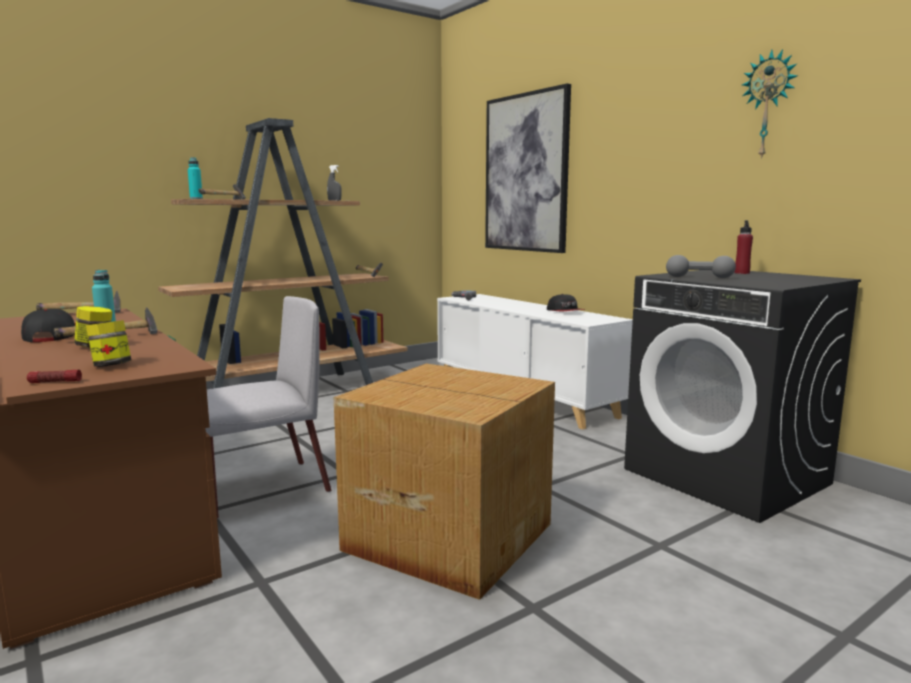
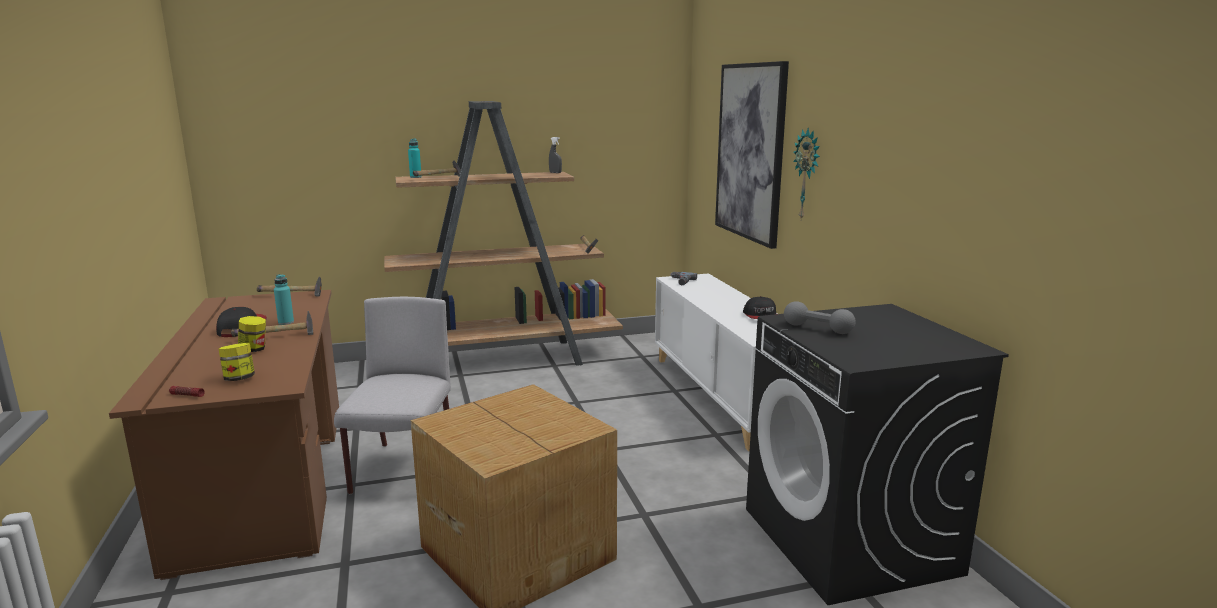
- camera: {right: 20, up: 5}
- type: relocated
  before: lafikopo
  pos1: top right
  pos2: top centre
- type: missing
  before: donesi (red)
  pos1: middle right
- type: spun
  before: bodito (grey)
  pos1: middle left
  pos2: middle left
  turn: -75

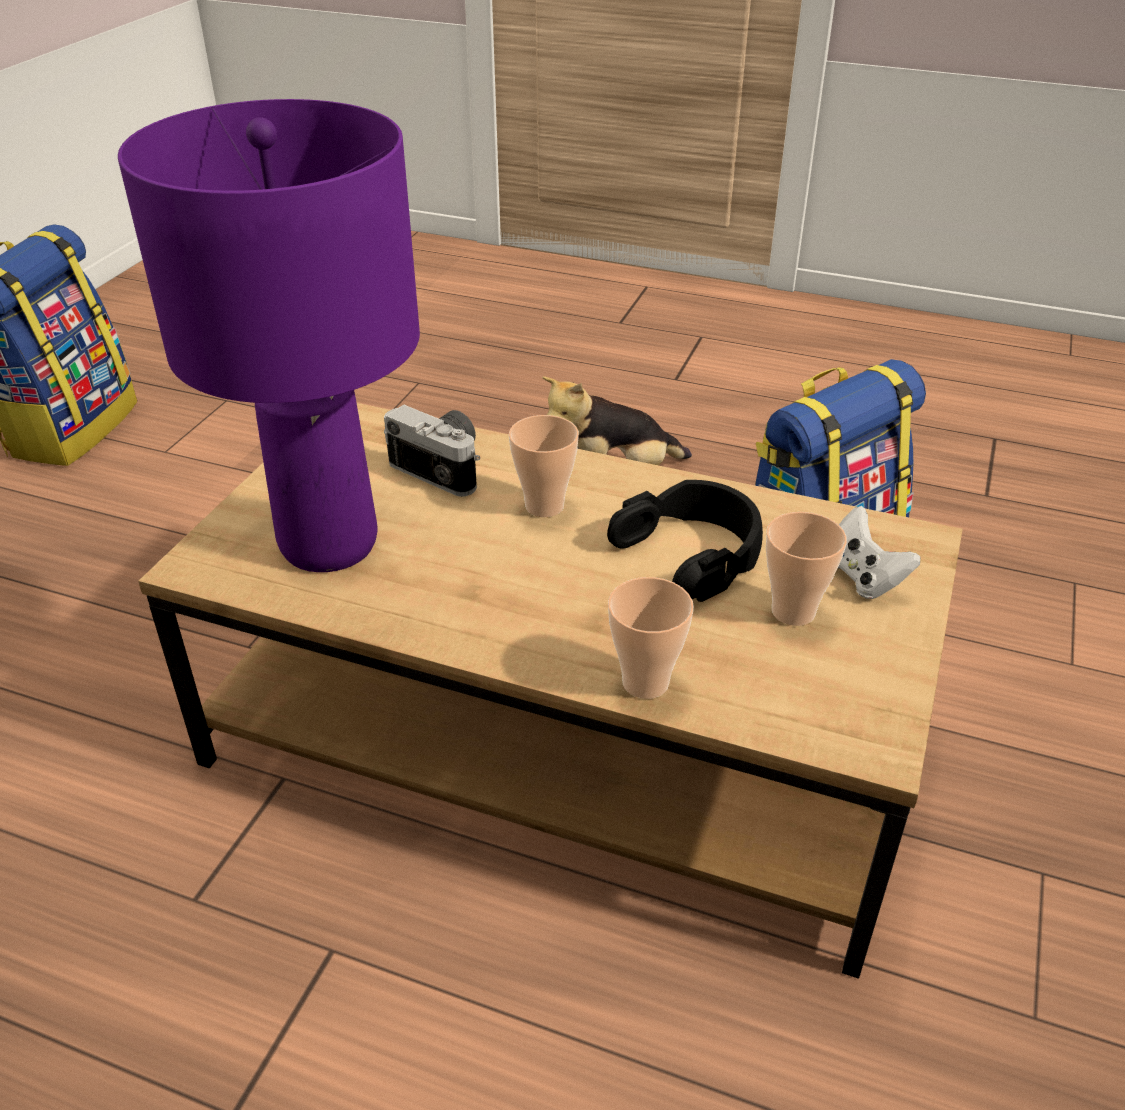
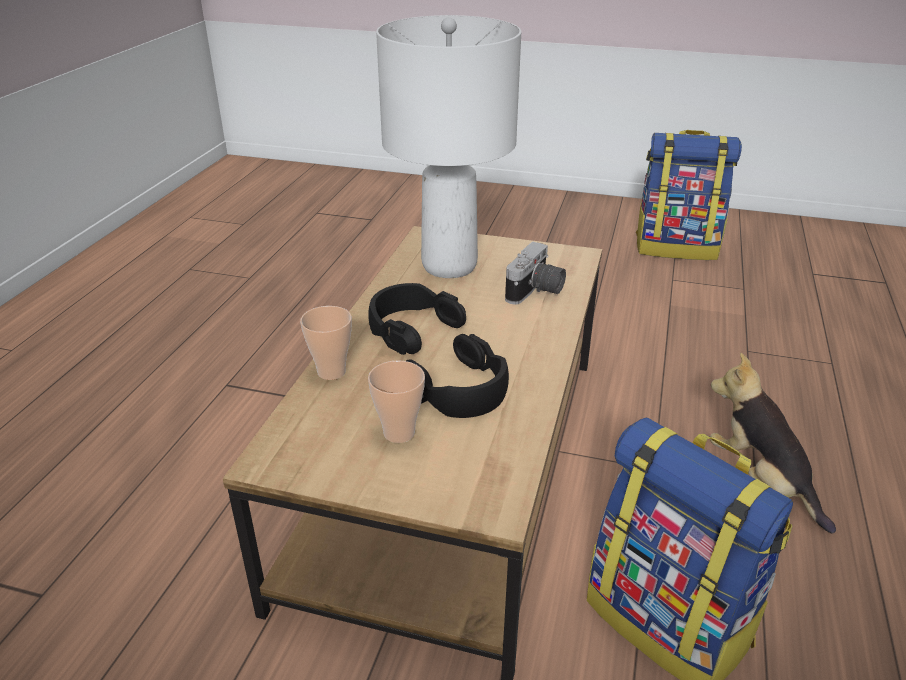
- camera: {right: 85, up: -5}
- type: colour
  before: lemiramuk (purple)
  after: lemiramuk (white)
  pos1: top left
  pos2: top centre
- type: missing
  before: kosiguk (no. 1 from left)
  pos1: centre
- type: missing
  before: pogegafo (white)
  pos1: middle right
- type: appeared
  after: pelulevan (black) (no. 1 from left)
  pos2: centre

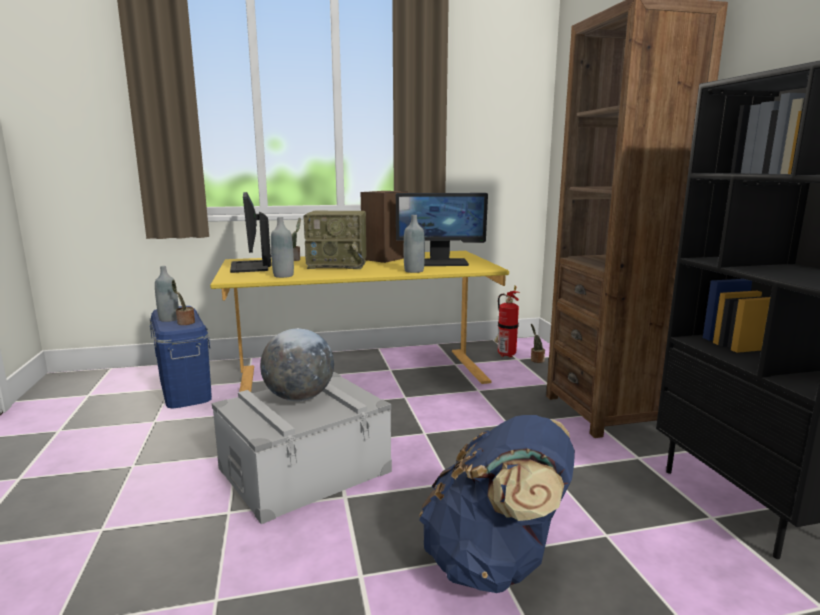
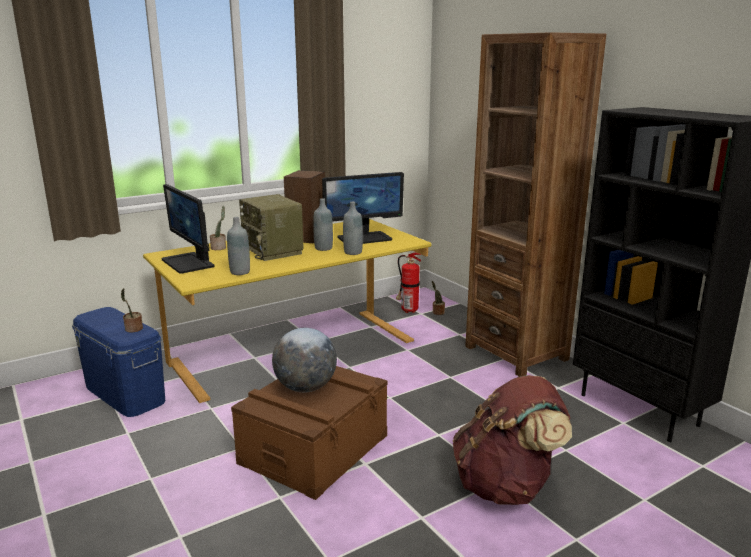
- camera: {right: -20, up: 5}
- type: spun
  before: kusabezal
  pos1: centre
  pos2: centre
  turn: 75
- type: relocated
  before: donesi (grey) (no. 1 from left in the first image)
  after: donesi (grey) (no. 2 from left)
  pos1: middle left
  pos2: centre
- type: colour
  before: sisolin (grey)
  after: sisolin (brown)
  pos1: bottom centre
  pos2: bottom centre
- type: colour
  before: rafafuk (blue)
  after: rafafuk (brown)
  pos1: bottom centre
  pos2: bottom right

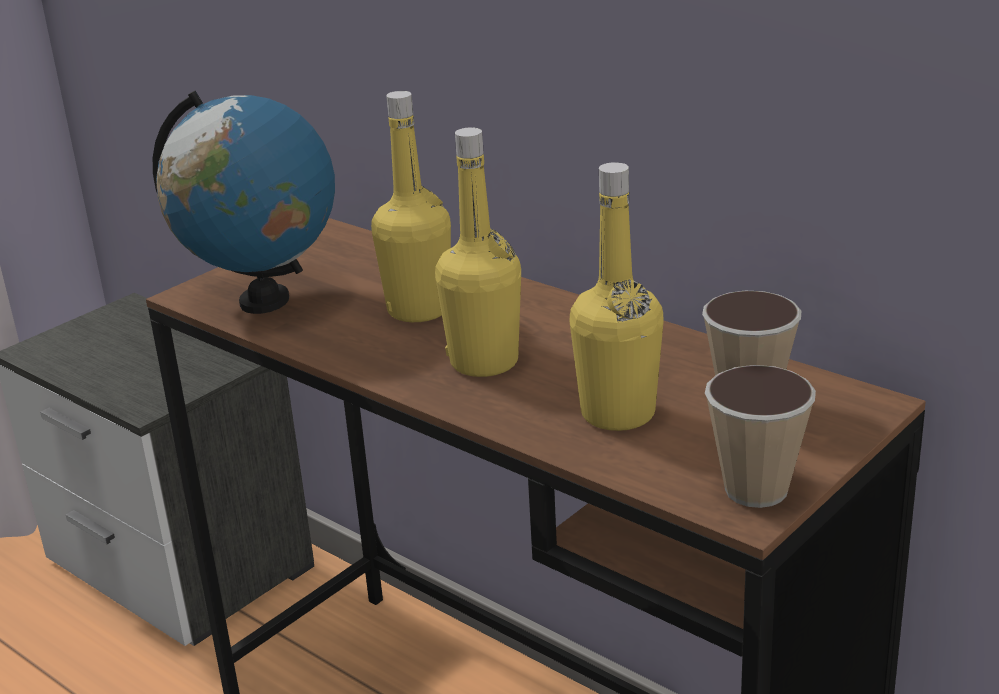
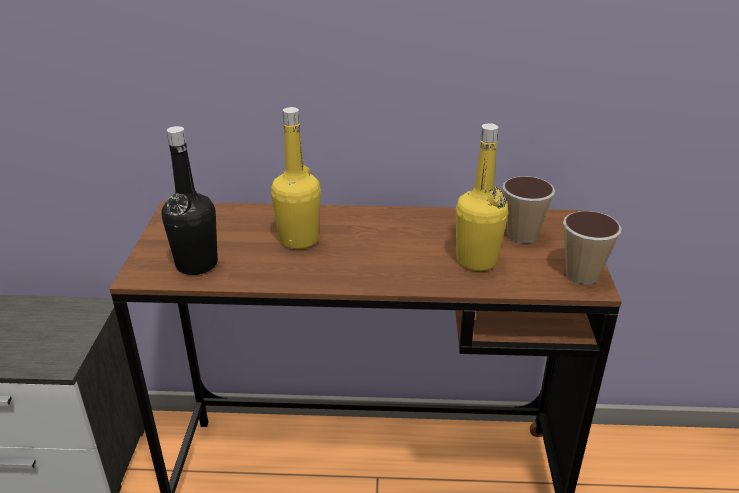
- camera: {right: -40, up: 5}
- type: exchanged
  before: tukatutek
  after: donesi (black)
  pos1: top left
  pos2: middle left
- type: missing
  before: donesi (yellow) (no. 2 from left)
  pos1: centre

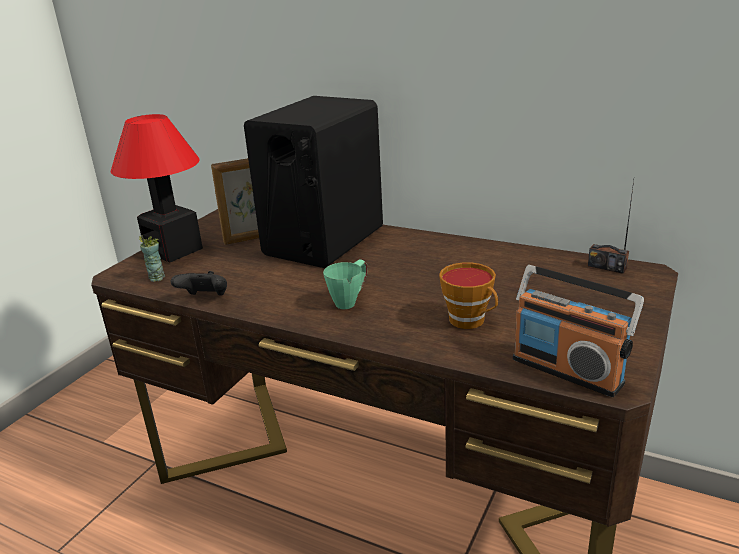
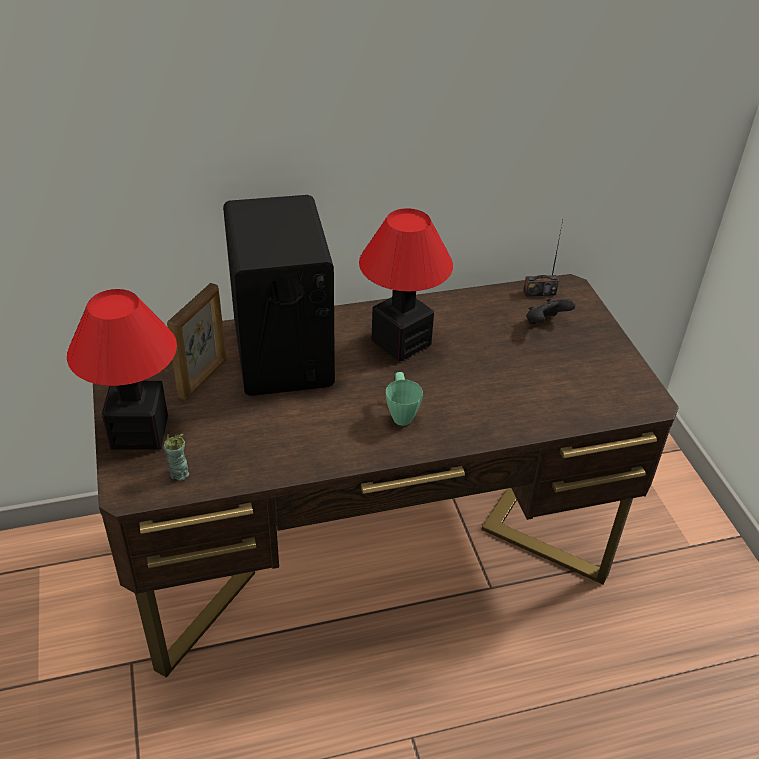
- camera: {right: -45, up: 15}
- type: missing
  before: kosiguk (no. 2 from left)
  pos1: centre
- type: missing
  before: kusabezal (no. 1 from left)
  pos1: middle right
- type: relocated
  before: pogegafo (black)
  pos1: middle left
  pos2: middle right
- type: appeared
  after: lemiramuk (no. 2 from left)
  pos2: centre

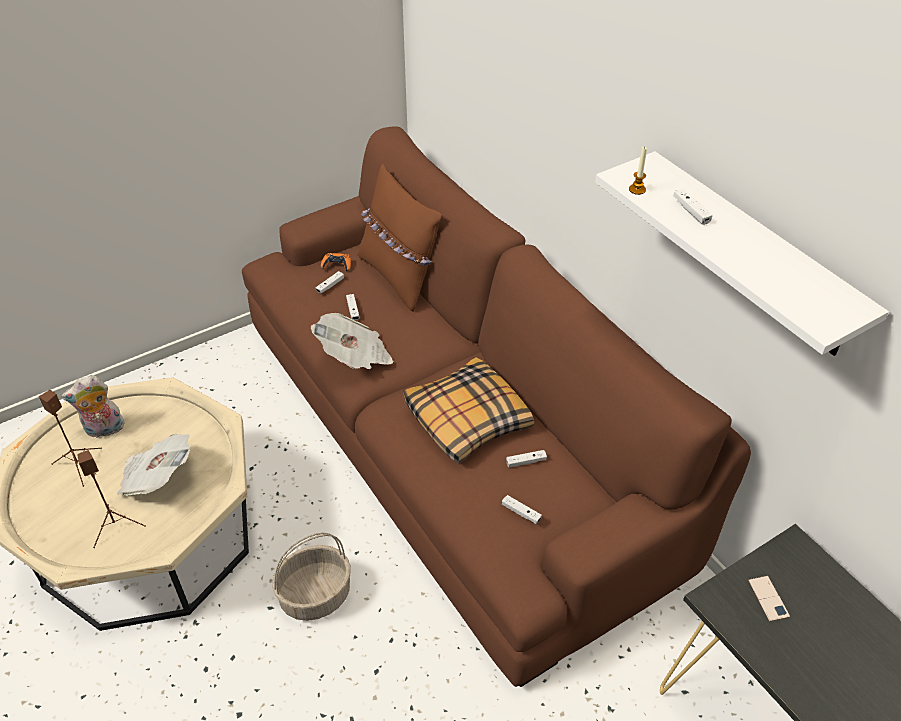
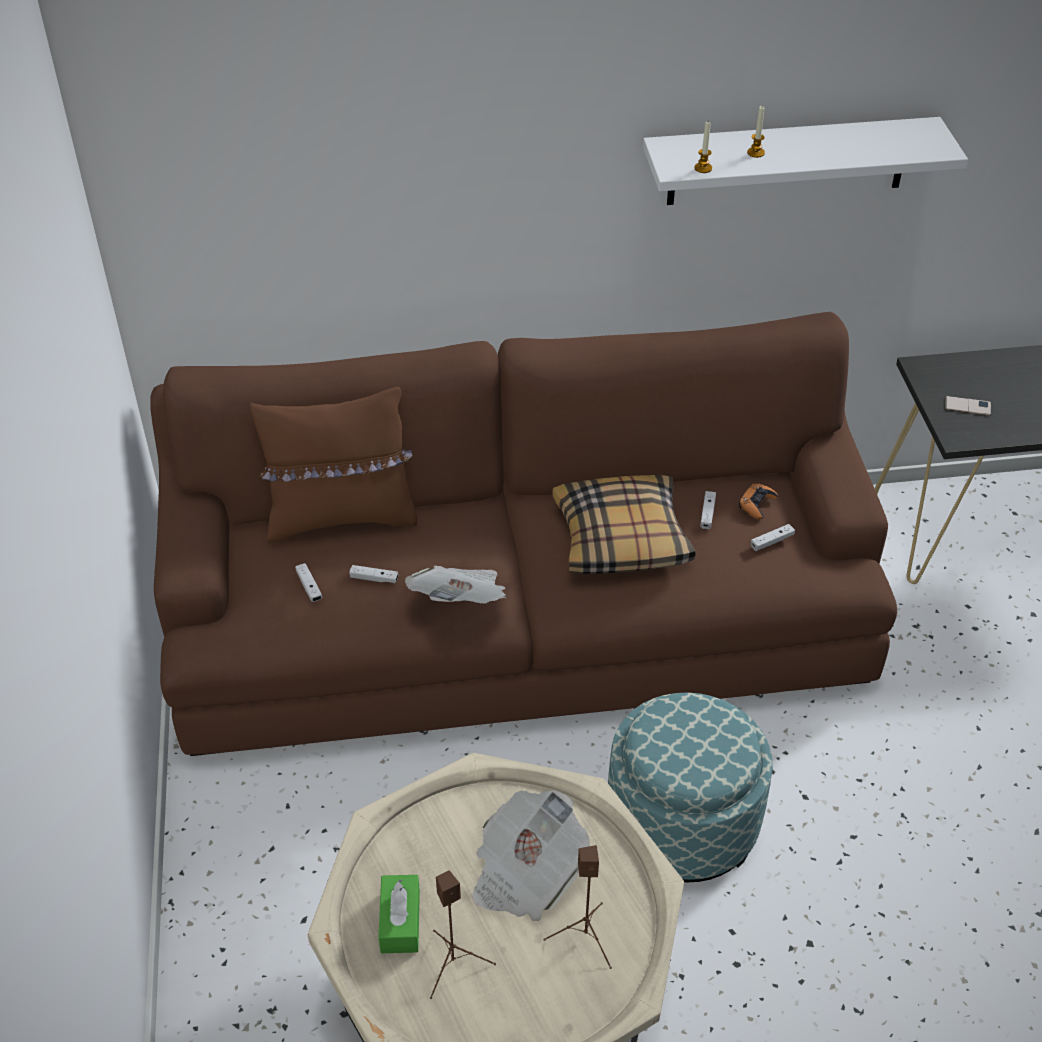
- camera: {right: -65, up: 0}
- type: exchanged
  before: pogegafo (white) (no. 5 from left)
  after: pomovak (no. 2 from left)
  pos1: top right
  pos2: top right
- type: relocated
  before: pogegafo (orange)
  pos1: centre
  pos2: middle right
- type: exchanged
  before: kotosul
  after: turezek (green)
  pos1: middle left
  pos2: bottom centre
- type: exchanged
  before: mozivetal
  after: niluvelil
  pos1: bottom centre
  pos2: bottom centre

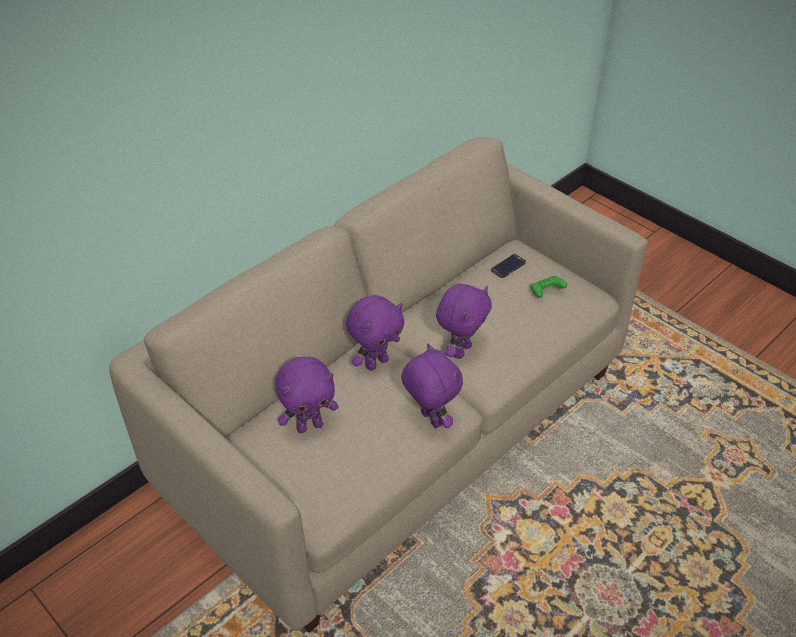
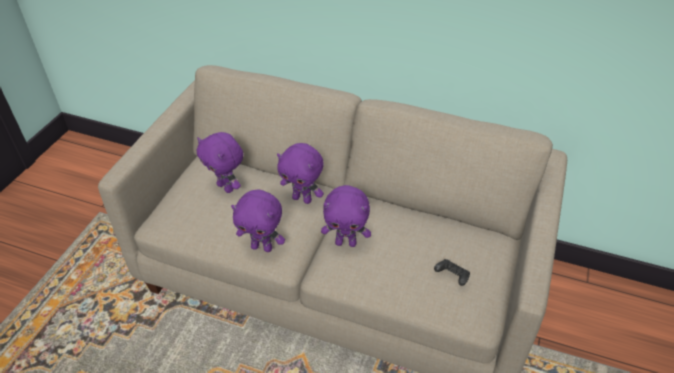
- camera: {right: 65, up: 0}
- type: missing
  before: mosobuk
  pos1: centre
- type: colour
  before: pogegafo (green)
  after: pogegafo (black)
  pos1: middle right
  pos2: bottom right
- type: spun
  before: kotosul (purple) (no. 3 from left in the first image)
  pos1: centre
  pos2: centre
  turn: 75

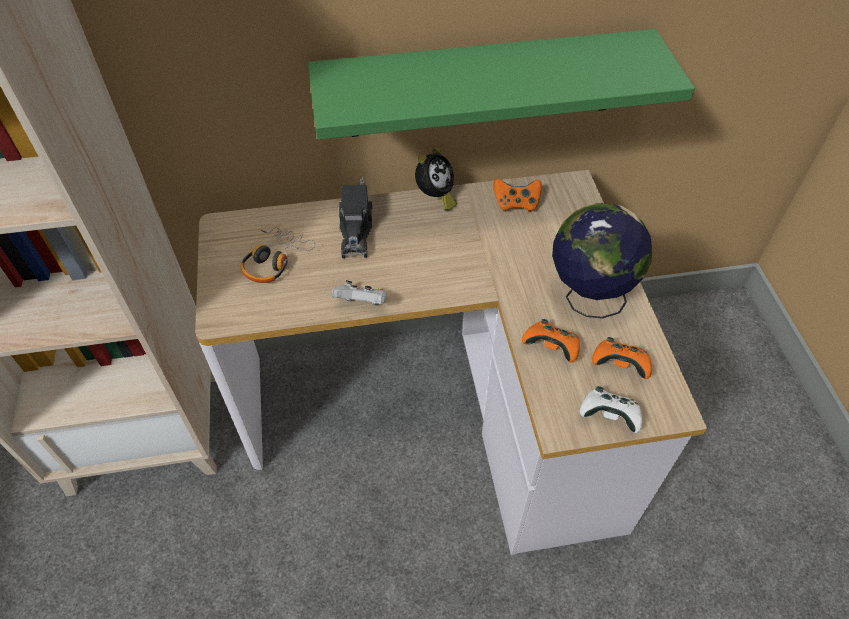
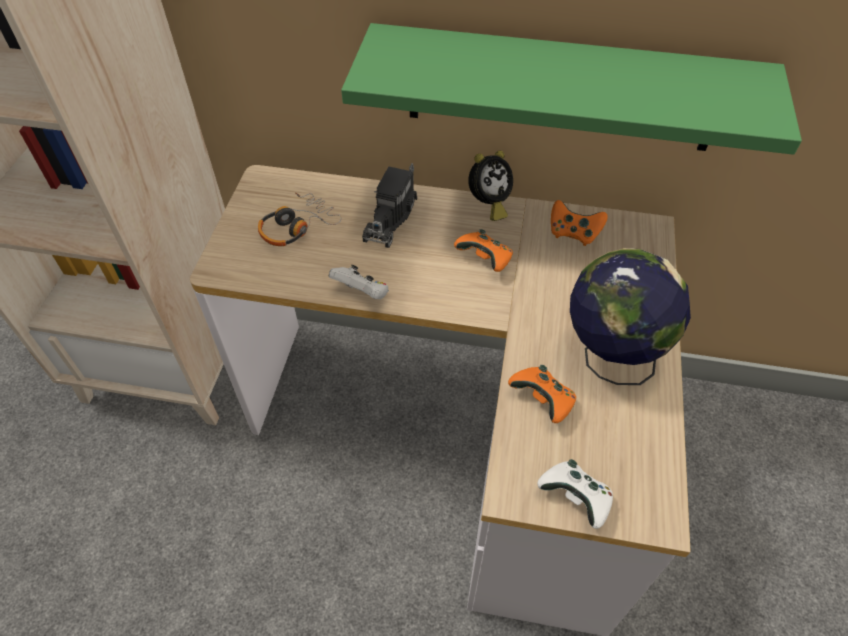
- camera: {right: 20, up: 0}
- type: relocated
  before: pogegafo (orange) (no. 3 from left in the first image)
  after: pogegafo (orange) (no. 1 from left)
  pos1: middle right
  pos2: centre

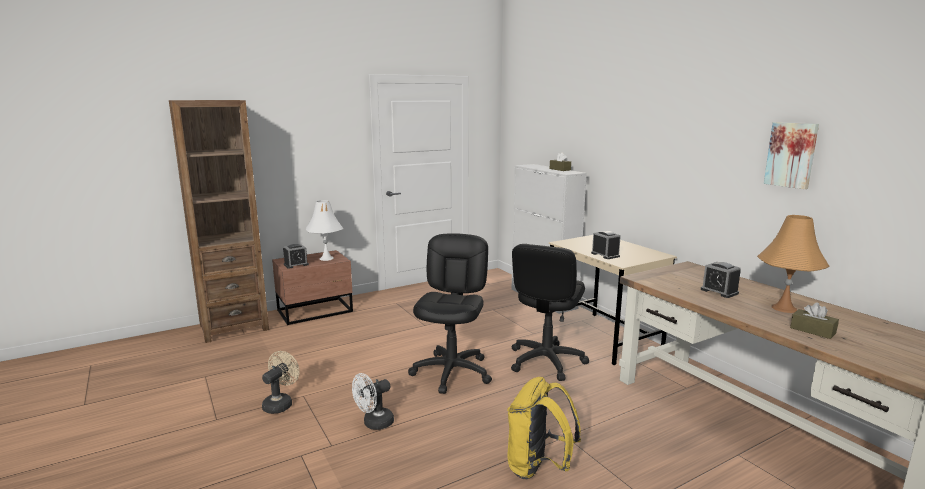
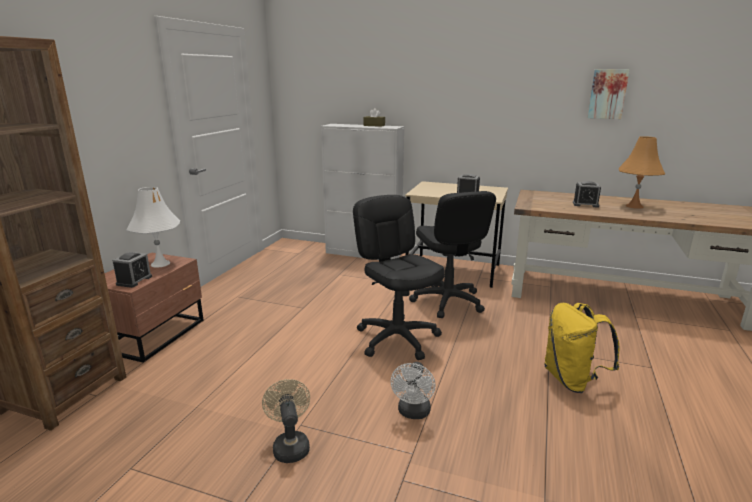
- camera: {right: -40, up: 5}
- type: missing
  before: turezek (brown) (no. 2 from left)
  pos1: middle right

